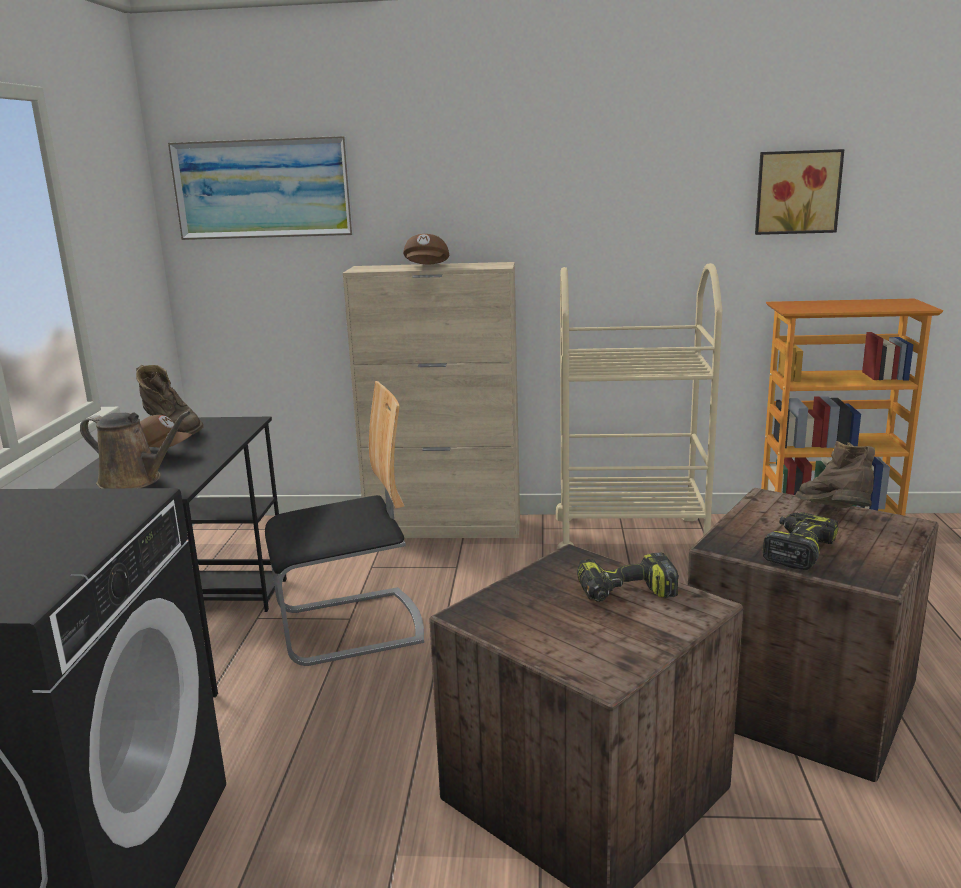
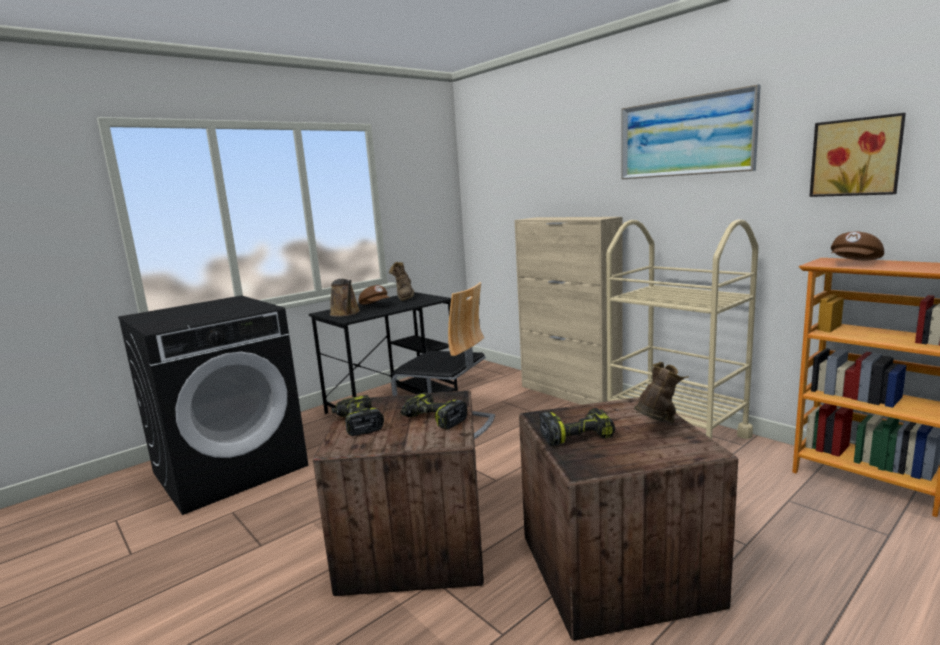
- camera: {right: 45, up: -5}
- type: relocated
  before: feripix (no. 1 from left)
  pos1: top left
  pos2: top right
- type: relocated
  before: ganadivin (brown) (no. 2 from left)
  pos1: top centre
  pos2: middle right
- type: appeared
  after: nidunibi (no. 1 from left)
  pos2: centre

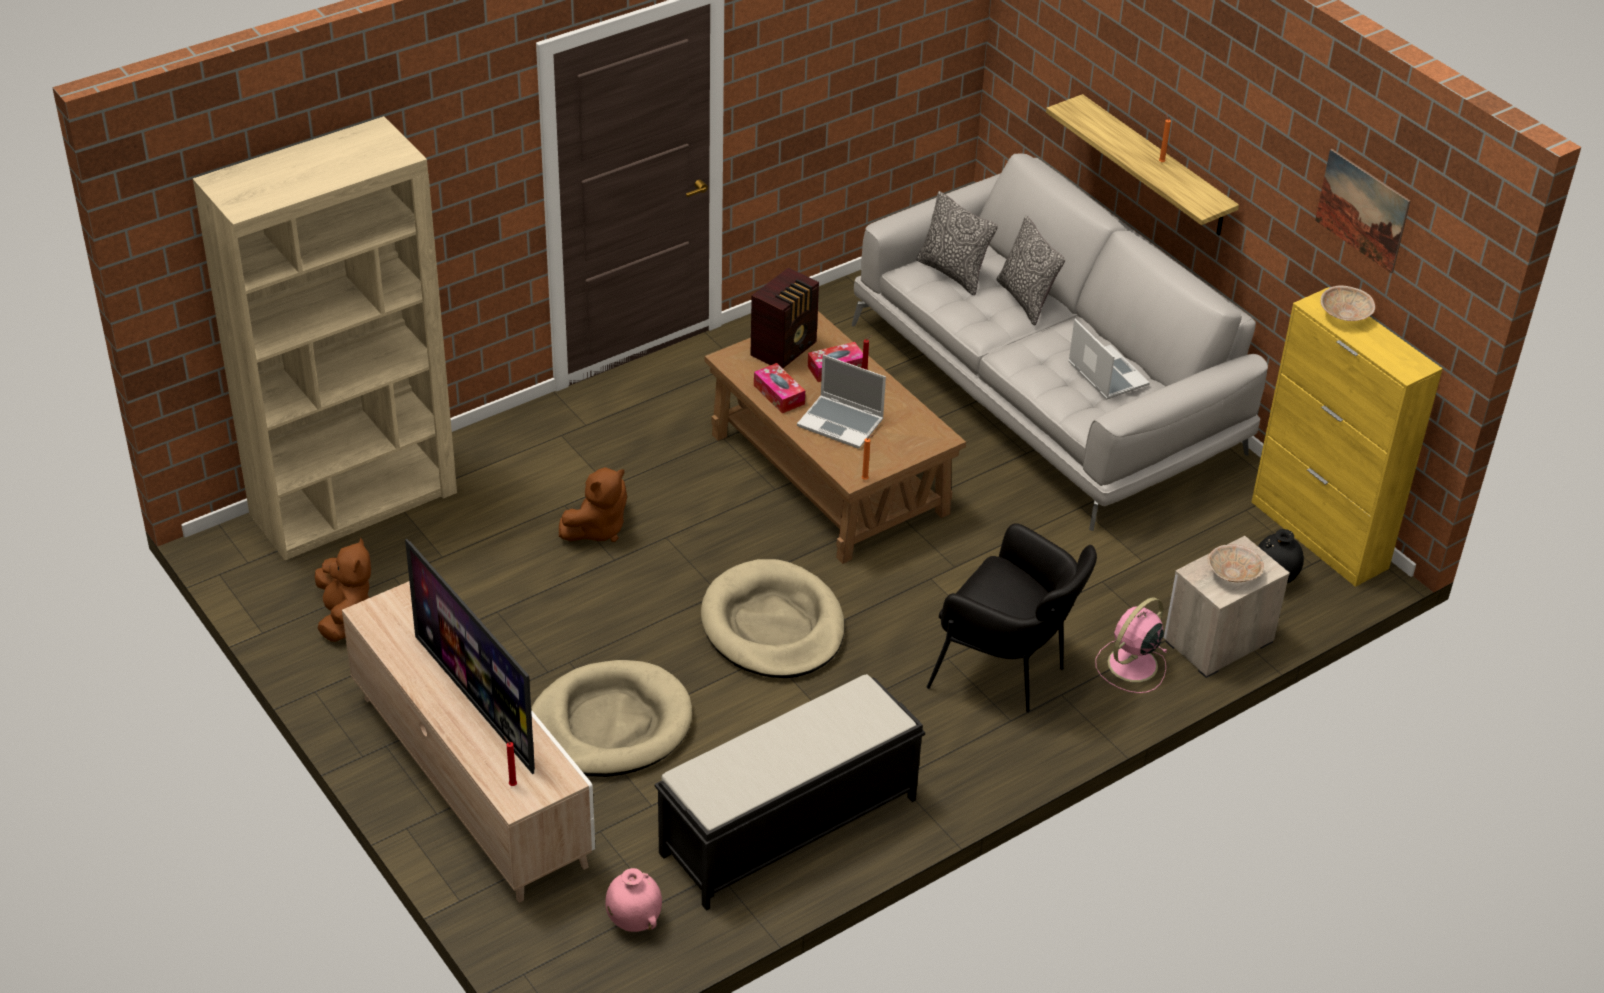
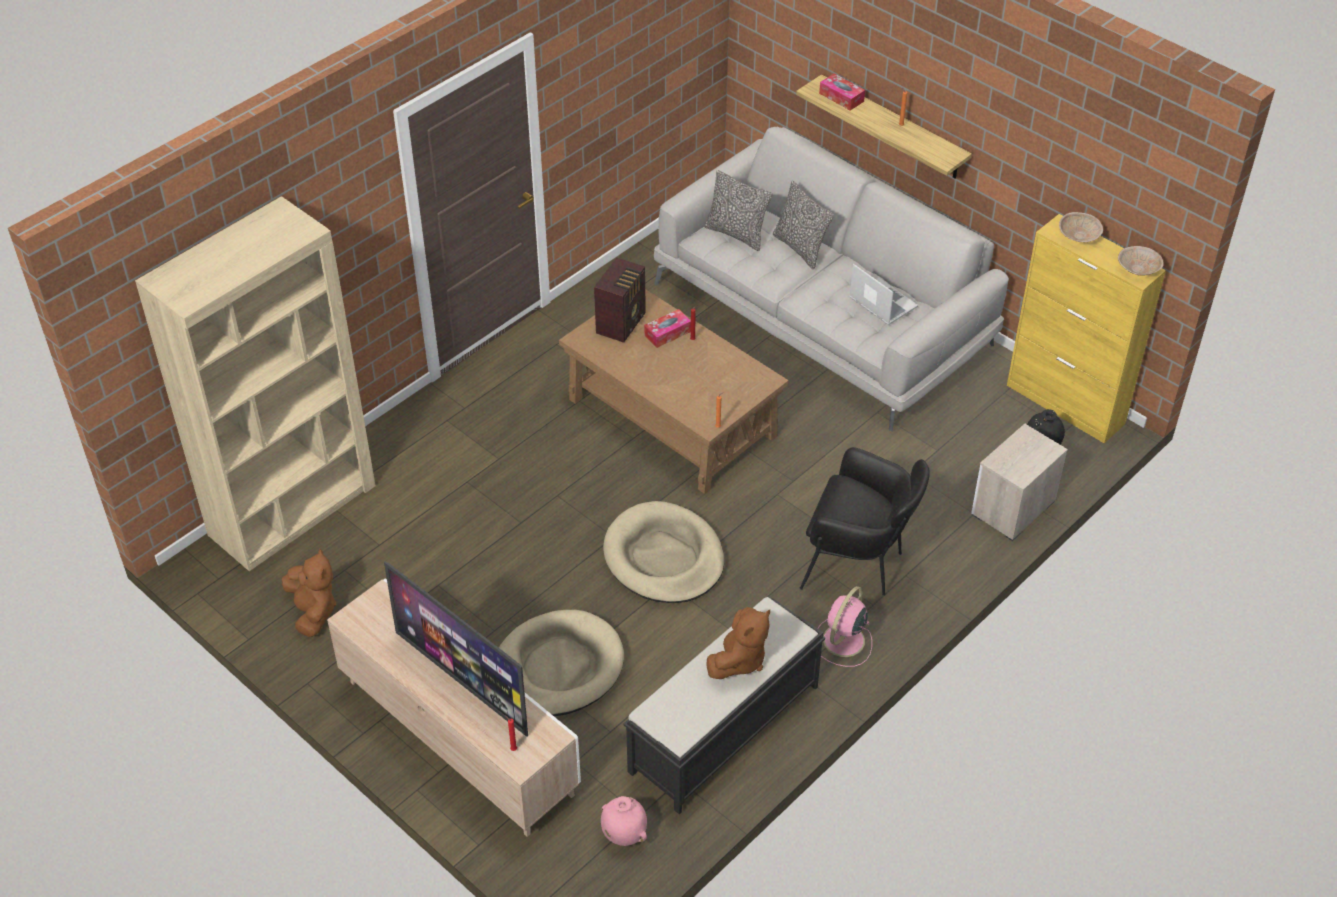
- camera: {right: -10, up: 5}
- type: missing
  before: feripix
  pos1: top right
- type: missing
  before: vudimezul (no. 1 from left)
  pos1: centre
- type: relocated
  before: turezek (no. 1 from left in the first image)
  after: turezek (no. 2 from left)
  pos1: centre
  pos2: top centre
- type: relocated
  before: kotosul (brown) (no. 2 from left)
  pos1: centre
  pos2: bottom centre
- type: relocated
  before: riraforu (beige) (no. 1 from left in the first image)
  after: riraforu (beige) (no. 2 from left)
  pos1: middle right
  pos2: top right
- type: relocated
  before: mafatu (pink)
  pos1: middle right
  pos2: bottom centre

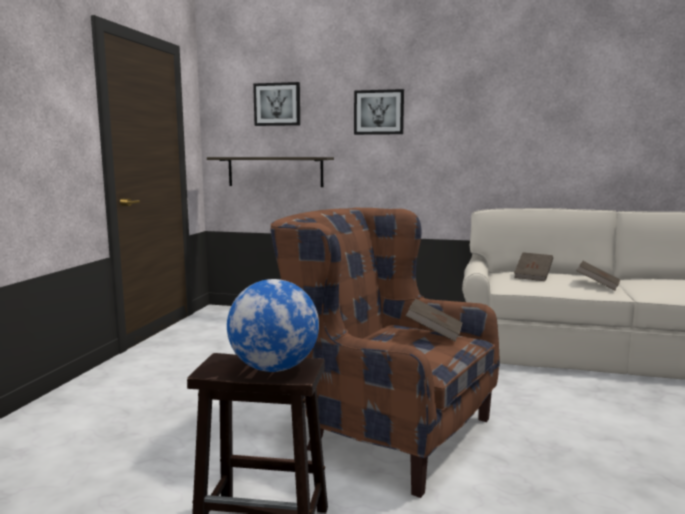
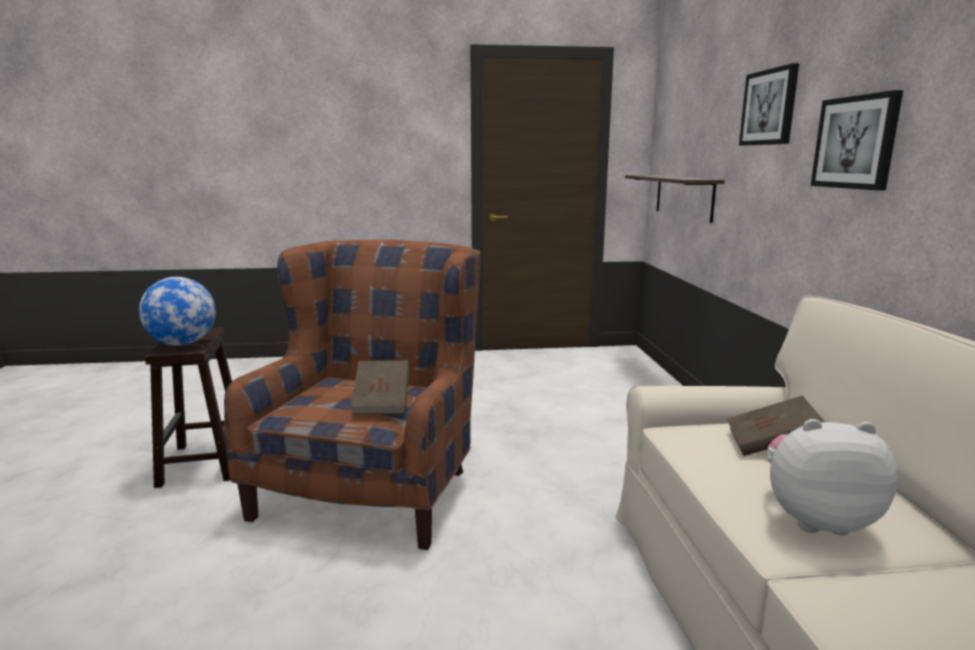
- camera: {right: 70, up: 5}
- type: relocated
  before: feripix (no. 1 from left in the first image)
  after: feripix (no. 2 from left)
  pos1: top centre
  pos2: top right
- type: exchanged
  before: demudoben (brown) (no. 3 from left)
  after: kotosul
  pos1: middle right
  pos2: bottom right

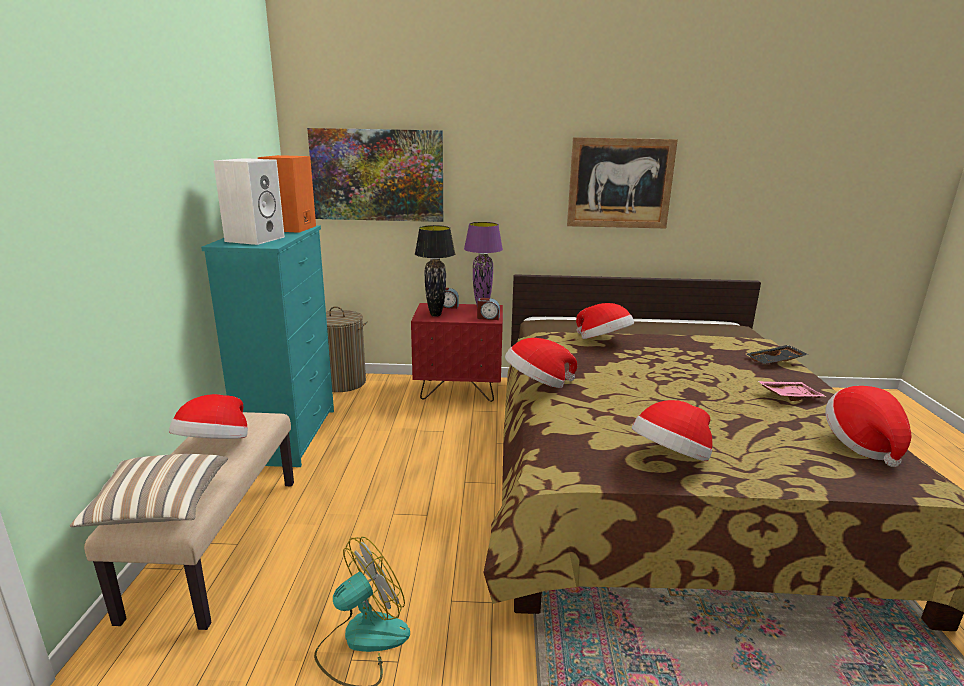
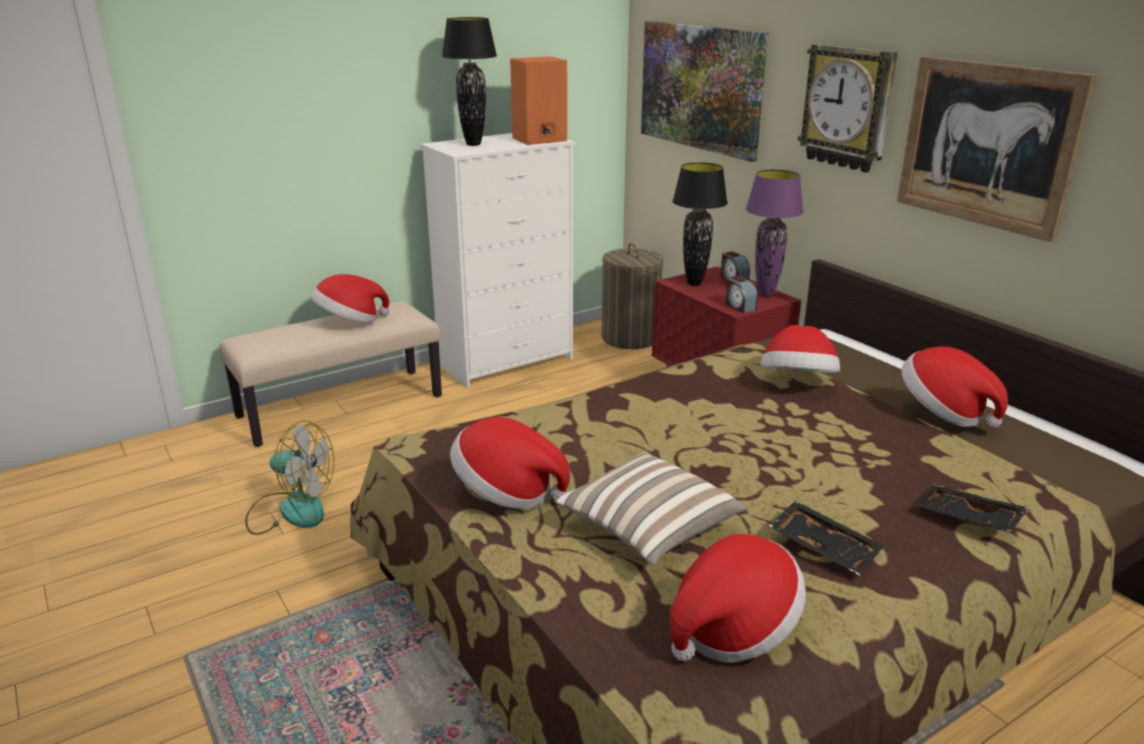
- camera: {right: 55, up: 5}
- type: exchanged
  before: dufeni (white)
  after: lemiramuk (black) (no. 1 from left)
  pos1: top left
  pos2: top centre
- type: colour
  before: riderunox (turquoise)
  after: riderunox (white)
  pos1: middle left
  pos2: centre
- type: relocated
  before: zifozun (no. 2 from left in the first image)
  after: zifozun (no. 5 from left)
  pos1: centre
  pos2: middle right
- type: colour
  before: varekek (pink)
  after: varekek (black) (no. 1 from left)
  pos1: middle right
  pos2: bottom right
- type: relocated
  before: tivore
  pos1: bottom left
  pos2: bottom centre
- type: appeared
  after: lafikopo
  pos2: top right

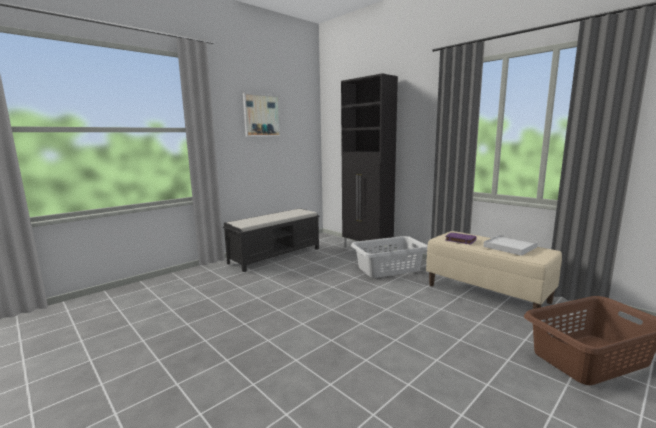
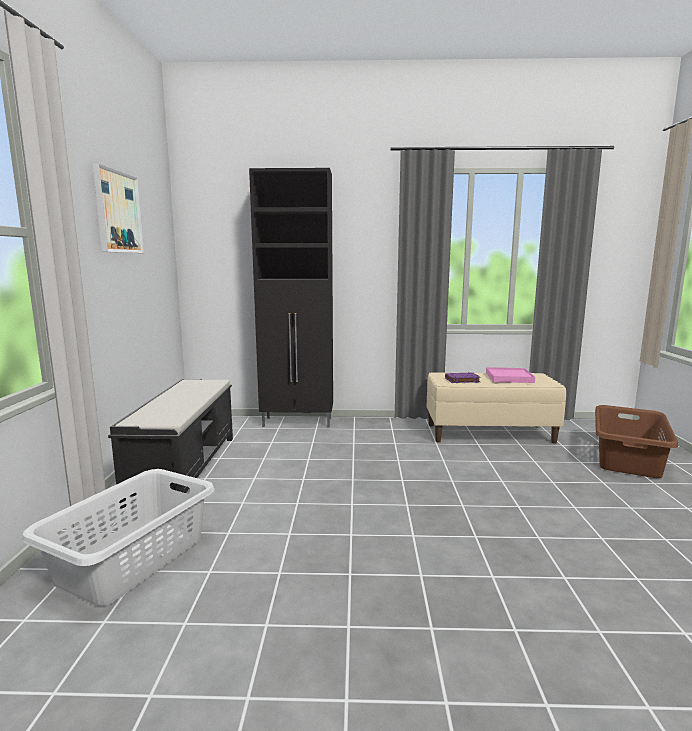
- camera: {right: -45, up: 0}
- type: colour
  before: varekek (white)
  after: varekek (pink)
  pos1: middle right
  pos2: middle right
- type: relocated
  before: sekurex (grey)
  pos1: centre
  pos2: bottom left

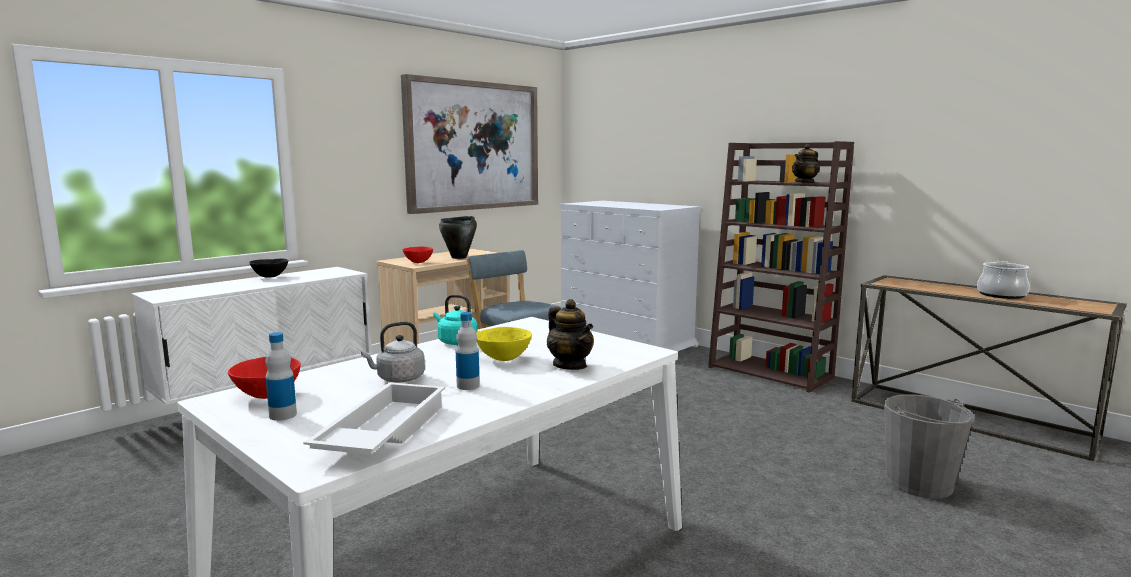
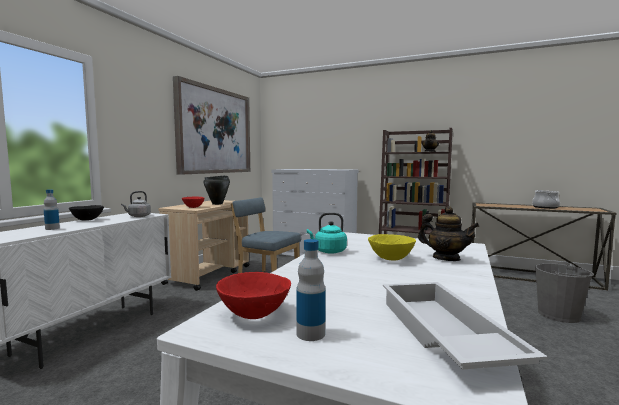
- camera: {right: -20, up: -5}
- type: relocated
  before: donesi (no. 2 from left in the first image)
  after: donesi (no. 1 from left)
  pos1: centre
  pos2: middle left
- type: relocated
  before: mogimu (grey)
  pos1: centre
  pos2: middle left

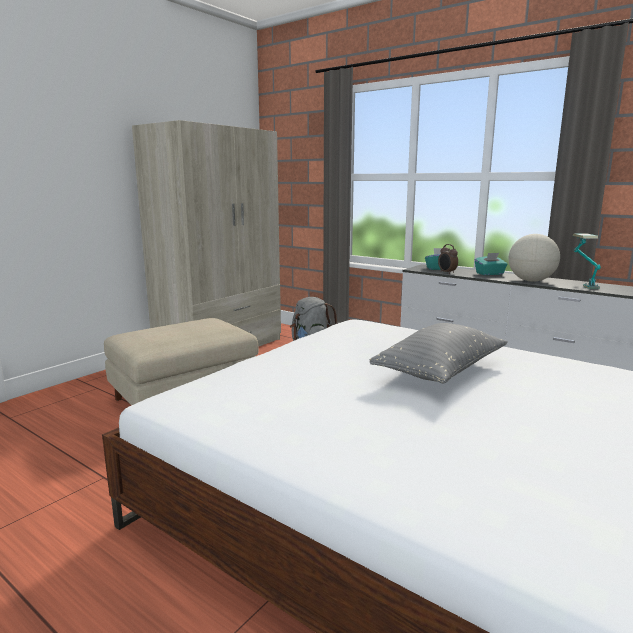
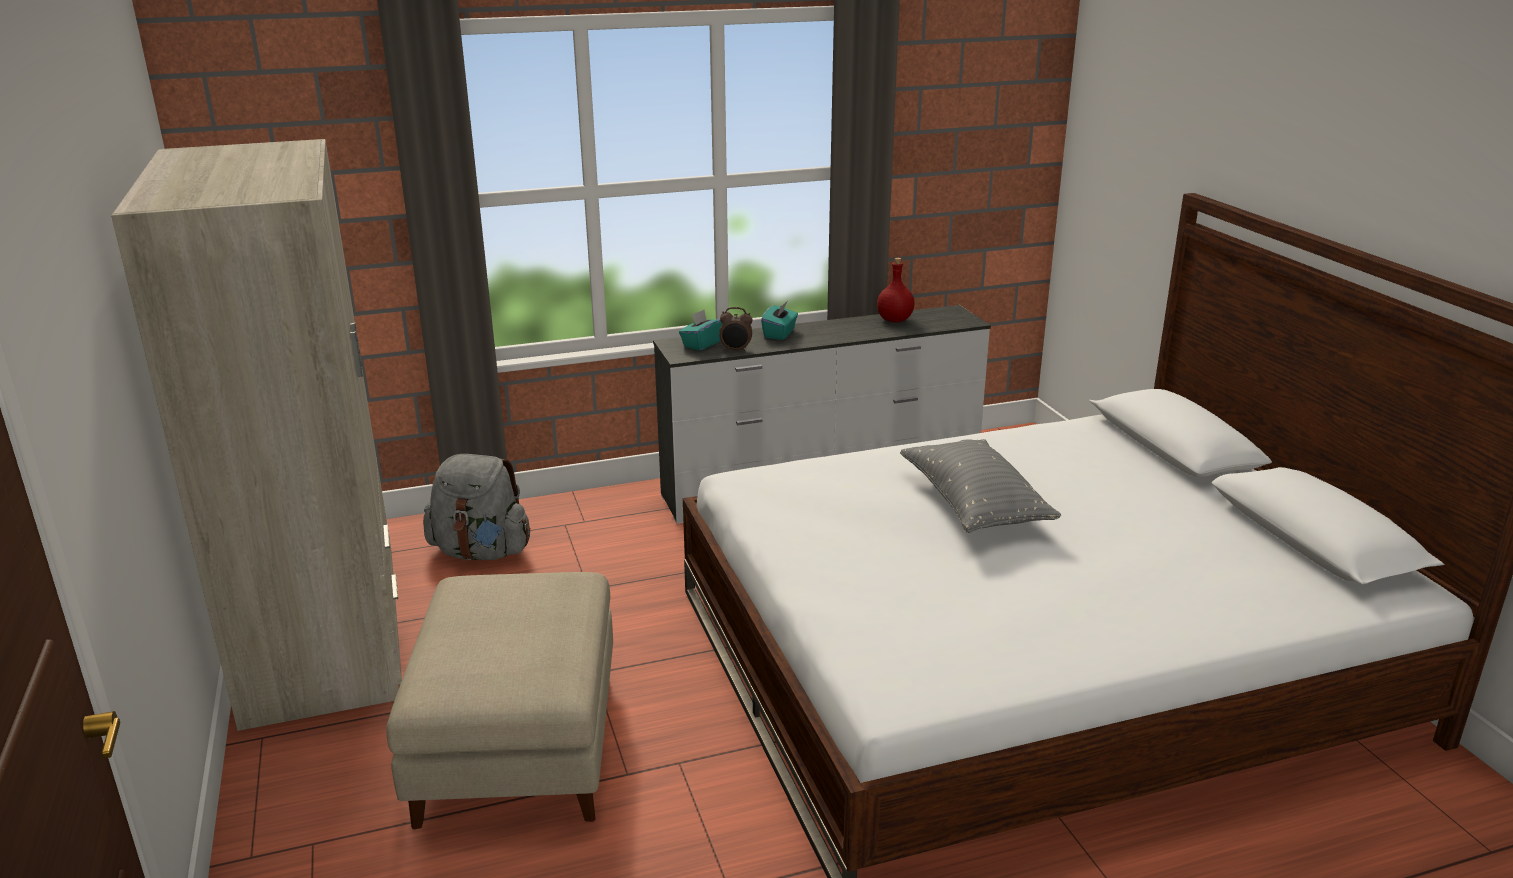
- camera: {right: -55, up: 10}
- type: missing
  before: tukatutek
  pos1: middle right
- type: exchanged
  before: lemiramuk
  after: donesi (red)
  pos1: middle right
  pos2: top centre

